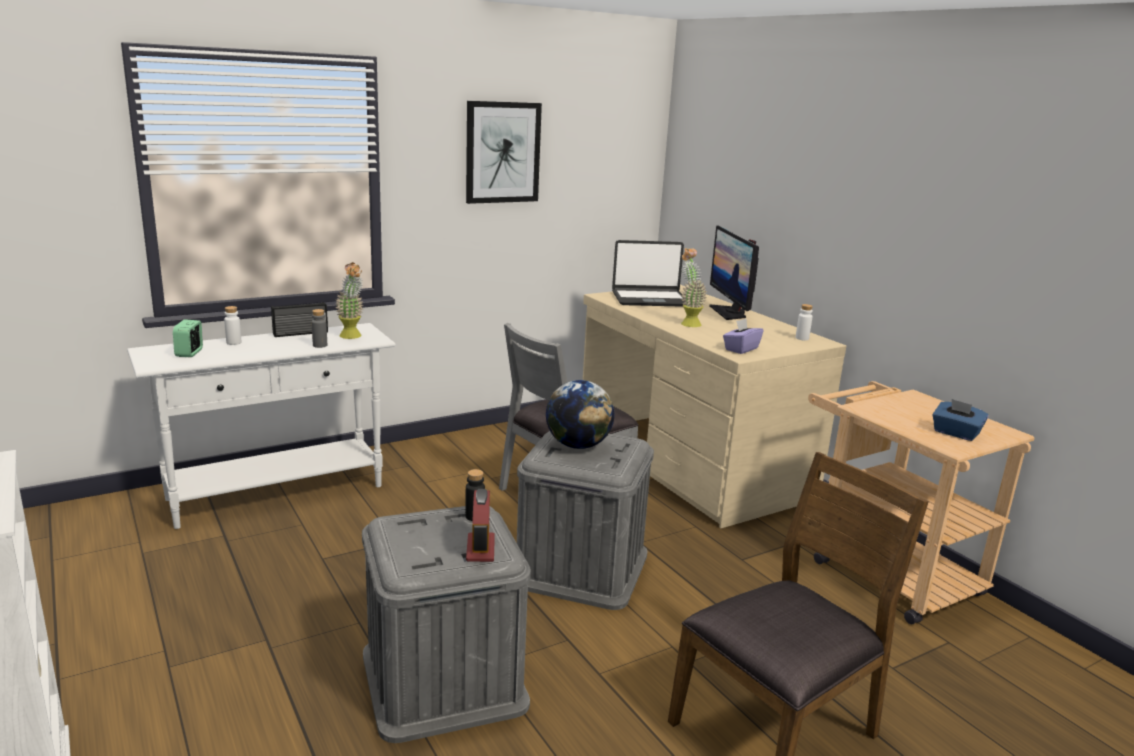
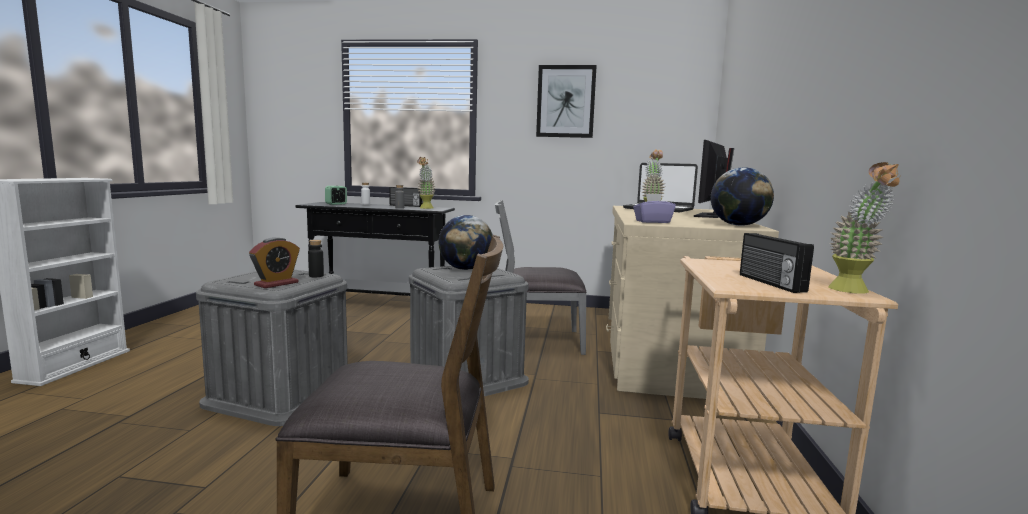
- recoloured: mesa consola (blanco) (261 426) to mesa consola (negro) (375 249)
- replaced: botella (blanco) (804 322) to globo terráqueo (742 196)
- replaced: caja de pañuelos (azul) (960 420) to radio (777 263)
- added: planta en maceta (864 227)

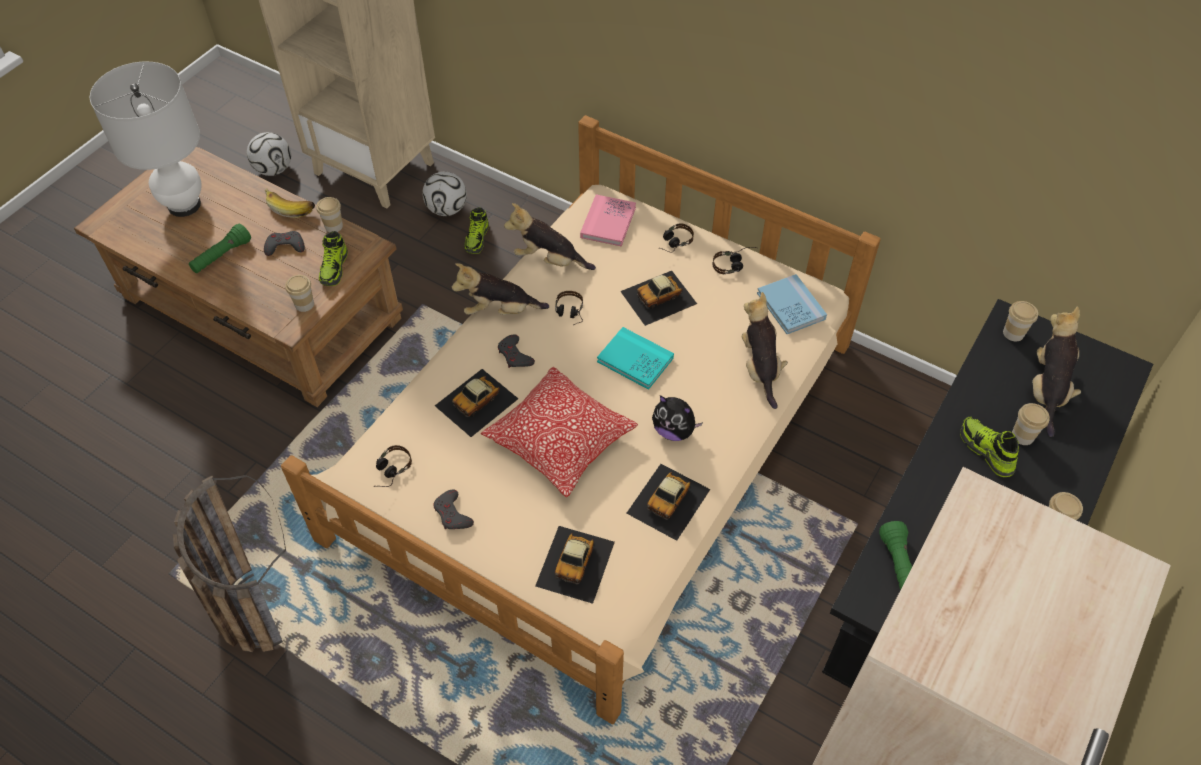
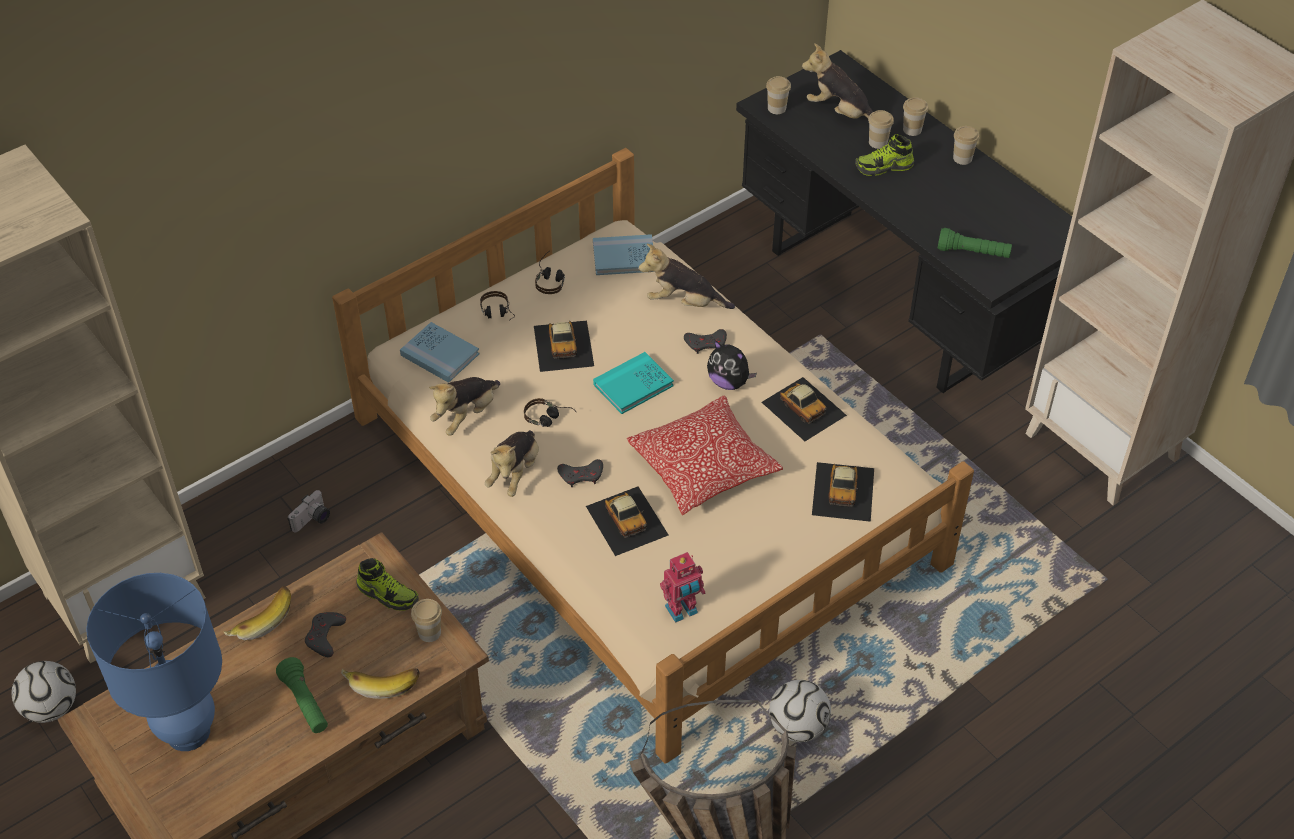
- recoloured: lámpara de mesa (blanco) (145 139) to lámpara de mesa (azul) (154 662)
- moved: taza (329 214) to (915 116)
- replaced: auriculares (392 466) to robot de juguete (682 587)
- moved: balón de fútbol (444 194) to (800 711)
- moved: mando de consola (gris) (453 509) to (705 341)
- replaced: zapato (476 230) to cámara (309 511)
- turned: coche de juguete (575 565) = (843 492) 60 degrees clockwise
- recoloured: libro (rosa) (608 220) to libro (azul) (439 352)
- turned: peluche (677 418) = (732 365) 75 degrees clockwise
- added: plátano (380 683)

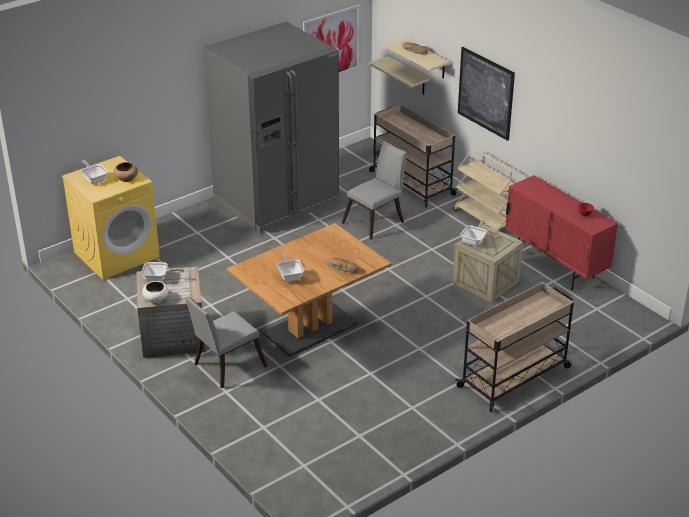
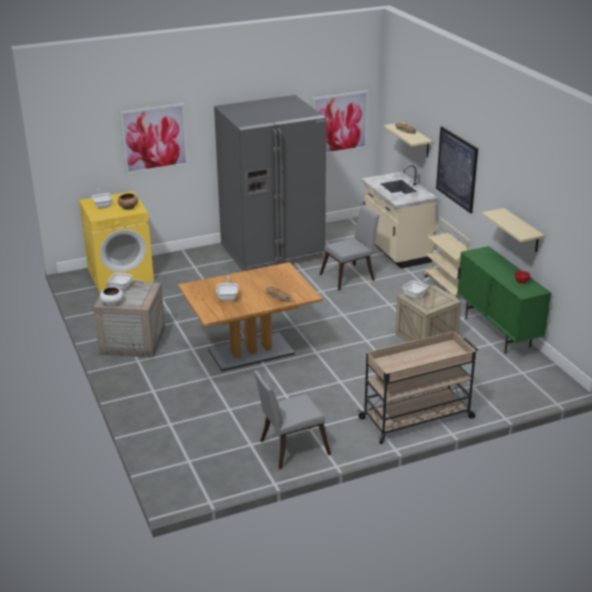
- moved: silla (gris) (226 342) to (292 419)
- moved: estante (beis) (399 75) to (513 230)
- replaced: carrito (beis) (413 155) to mueble bajo de cocina (beis) (400 217)
- recoloured: armario (rojo) (561 232) to armario (verde) (504 300)
- added: cuadro (154 139)

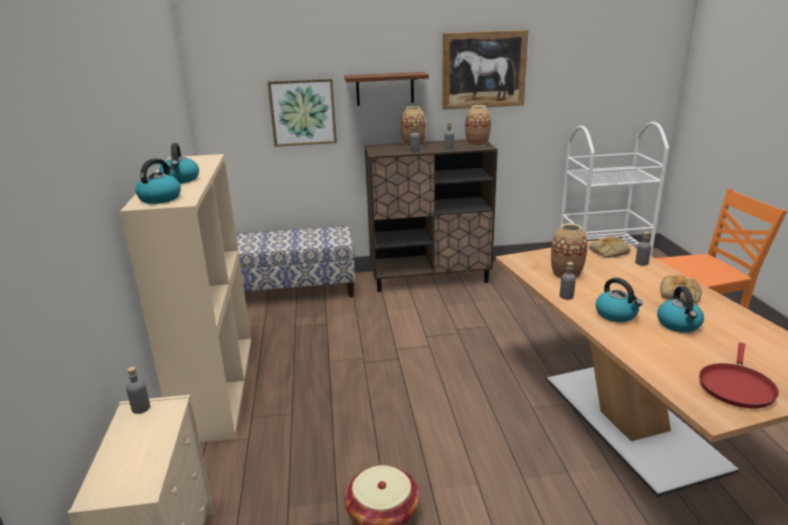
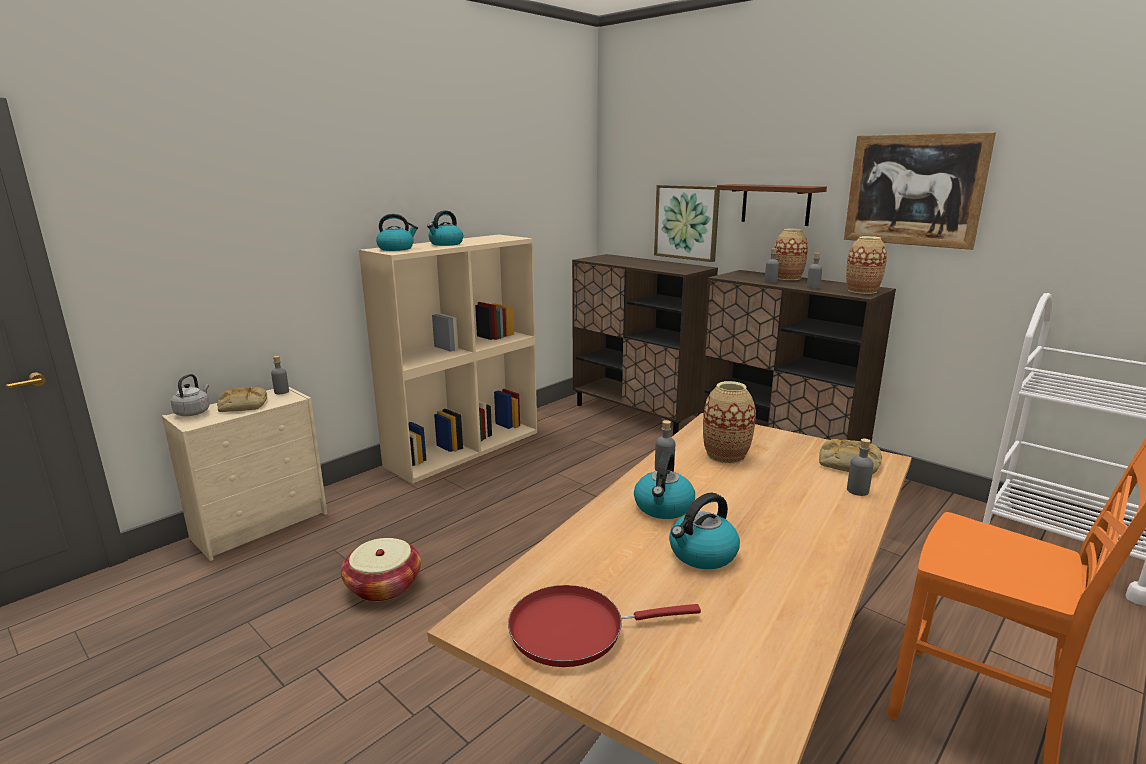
- replaced: banco (295 261) to armario (marrón) (645 344)
- moved: pan (681 289) to (242 399)
- added: hervidor (gris) (190 395)

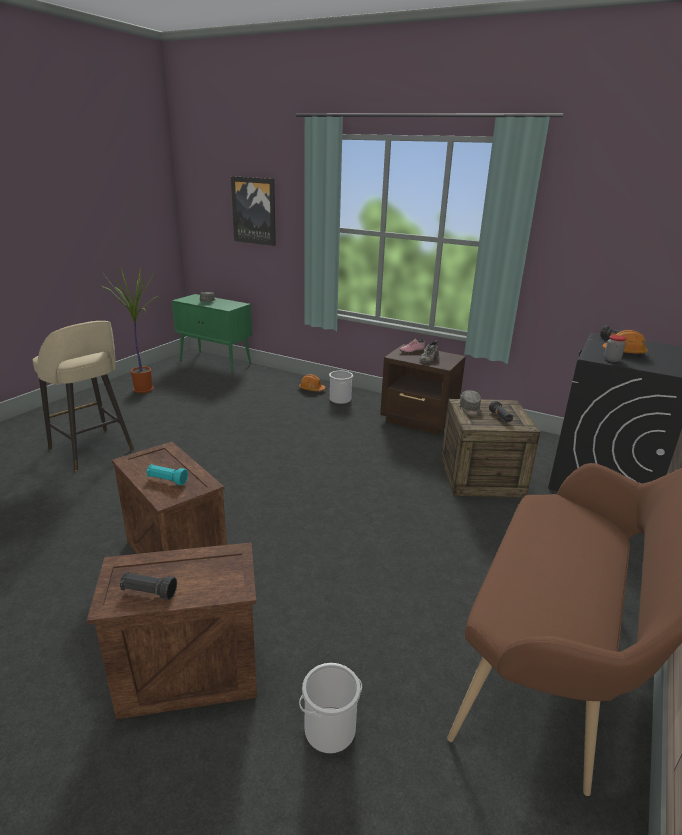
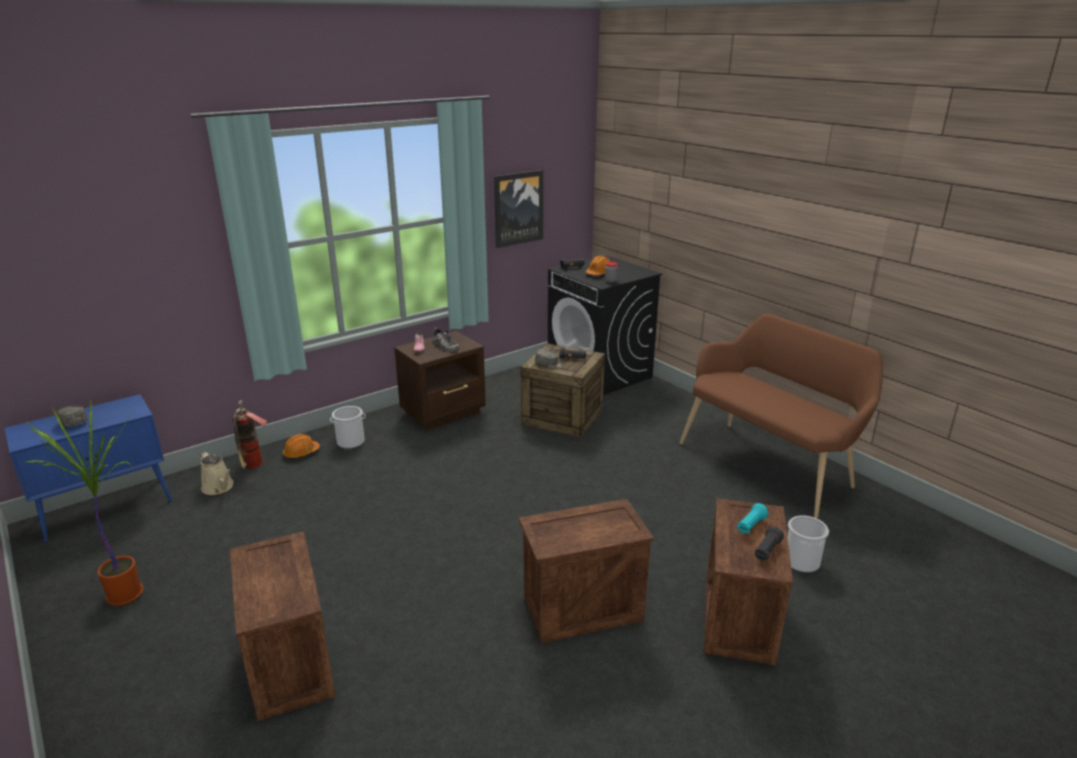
- replaced: taburete (beis) (83 396) to caja de embalaje (283 626)
- moved: linterna (turquesa) (167 475) to (752 518)
- recoloured: armario (verde) (212 333) to armario (azul) (88 468)
- moved: cuadro (253 211) to (518 209)
- added: regadera (beis) (216 473)
- added: extintor (250 434)

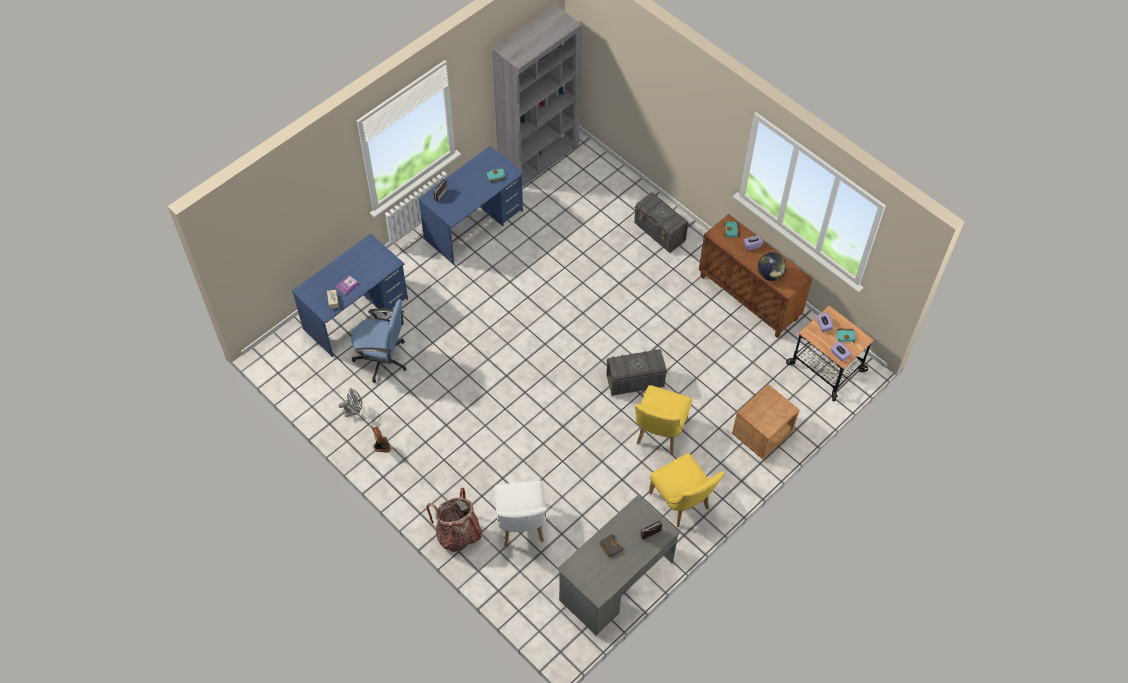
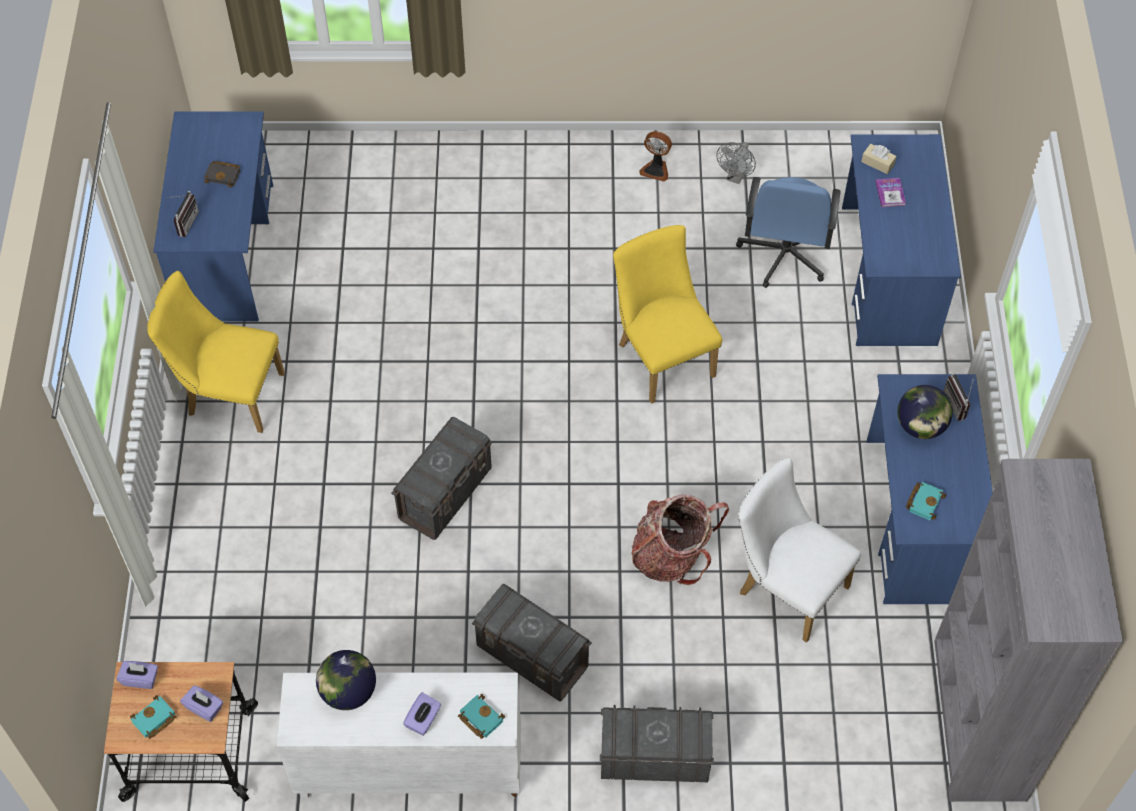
- turned: silla de oficina (azul) (379 341) = (788 232) 45 degrees counterclockwise
- moved: mochila (454 520) to (680 539)
- moved: silla (blanco) (520 514) to (799 550)
- recoloured: escritorio (gris) (618 565) to escritorio (azul) (213 217)
- moved: silla (amarillo) (663 419) to (667 314)
- recoloured: armario (marrón) (755 276) to armario (blanco) (399 735)
- removed: mesita de noche (marrón) (766 421)
- added: caja de almacenaje (gris) (532 643)
- added: globo terráqueo (925 412)

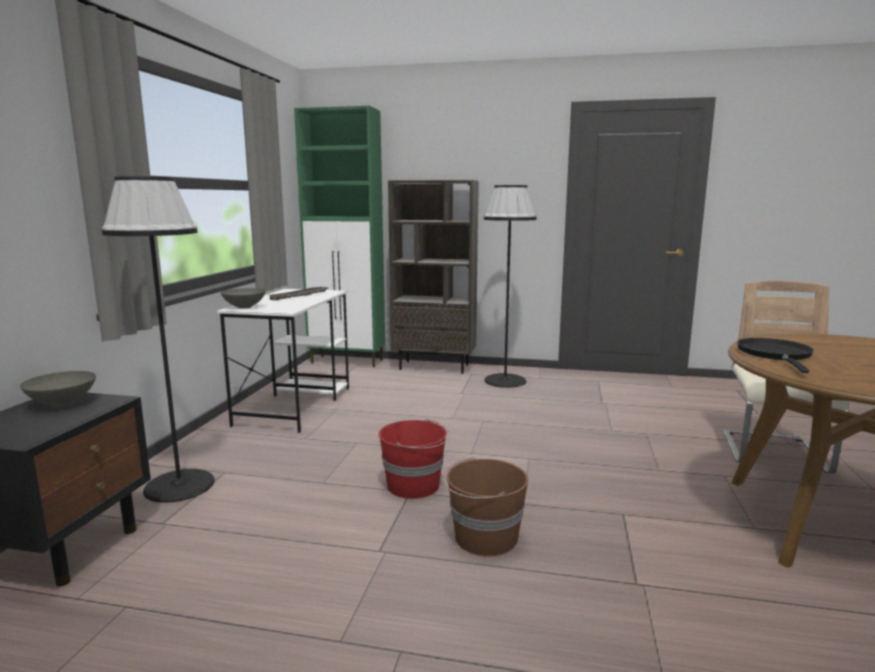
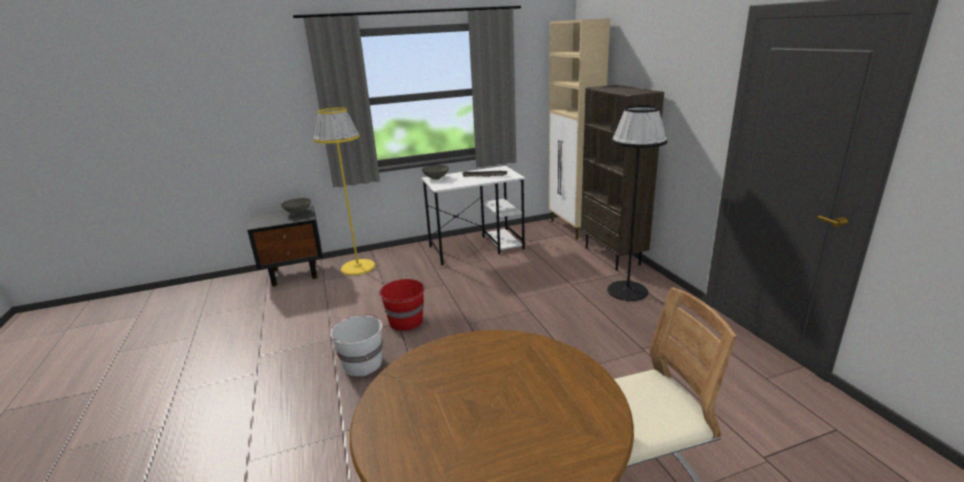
- recoloured: lámpara de pie (negro) (158 339) to lámpara de pie (amarillo) (344 191)
- recoloured: armario (verde) (339 236) to armario (beis) (579 129)
- recoloured: cubo (marrón) (485 507) to cubo (blanco) (355 345)
- removed: sartén (negro) (775 355)

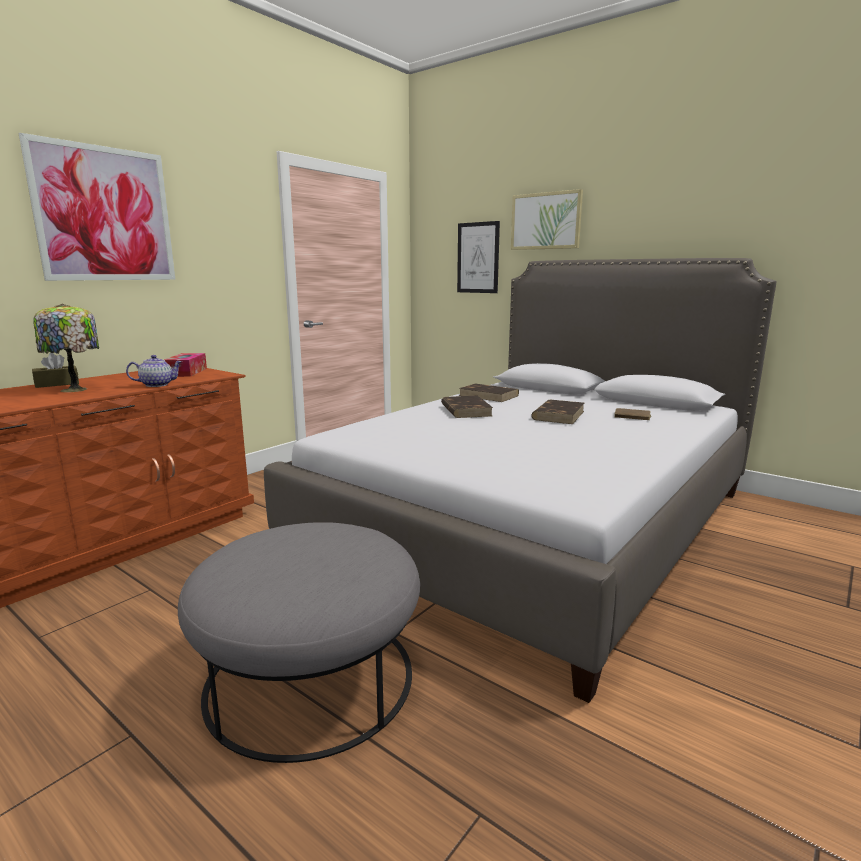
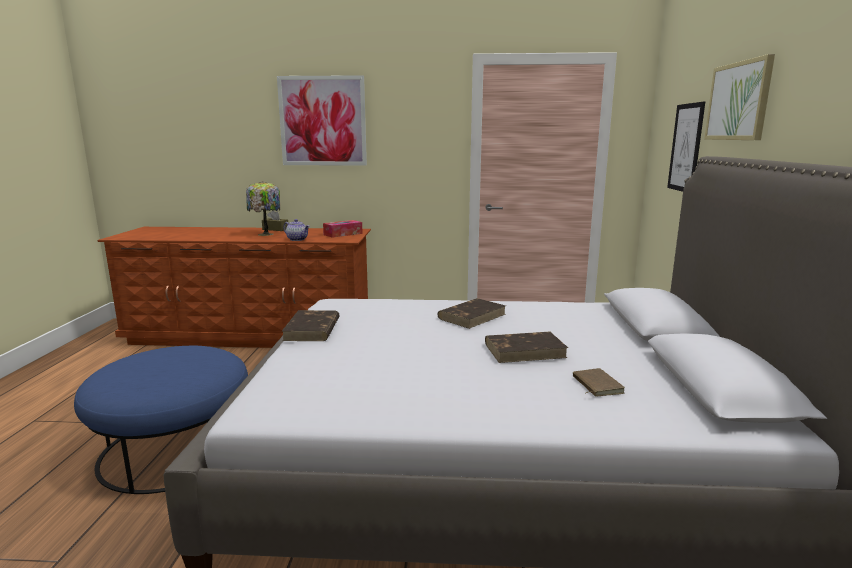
- recoloured: puf (gris) (299 642) to puf (azul) (161 420)
- moved: libro (marrón) (489 393) to (311 325)

